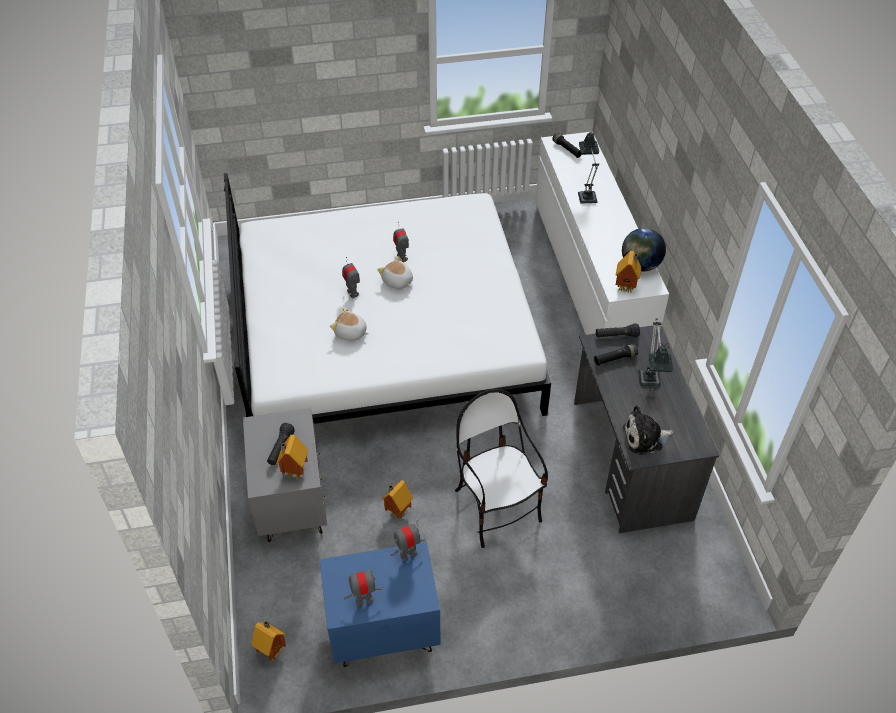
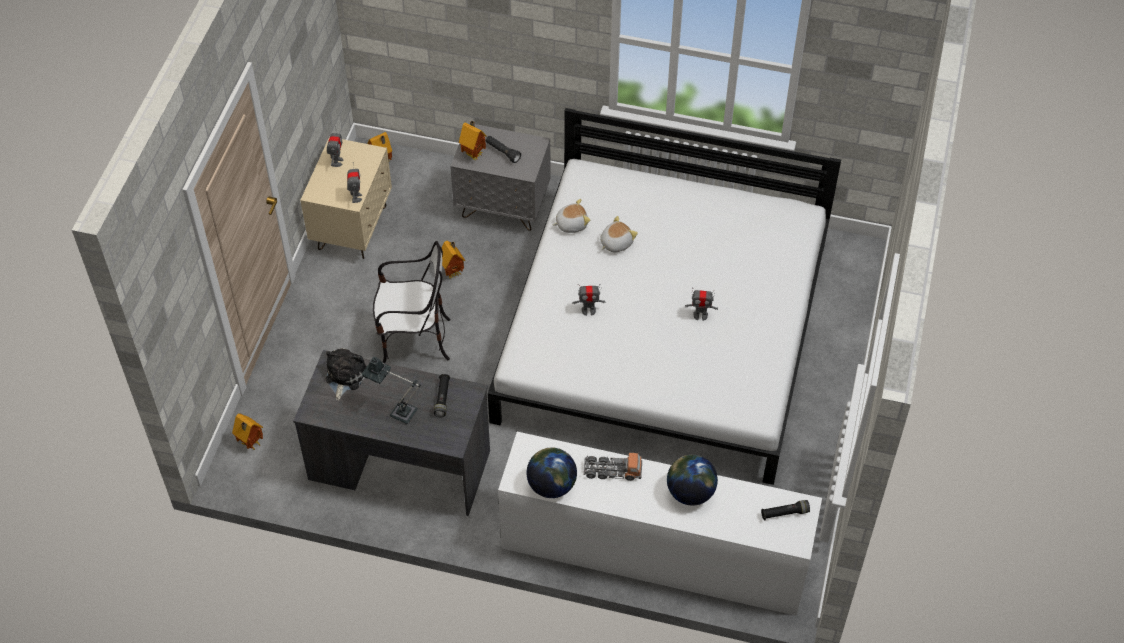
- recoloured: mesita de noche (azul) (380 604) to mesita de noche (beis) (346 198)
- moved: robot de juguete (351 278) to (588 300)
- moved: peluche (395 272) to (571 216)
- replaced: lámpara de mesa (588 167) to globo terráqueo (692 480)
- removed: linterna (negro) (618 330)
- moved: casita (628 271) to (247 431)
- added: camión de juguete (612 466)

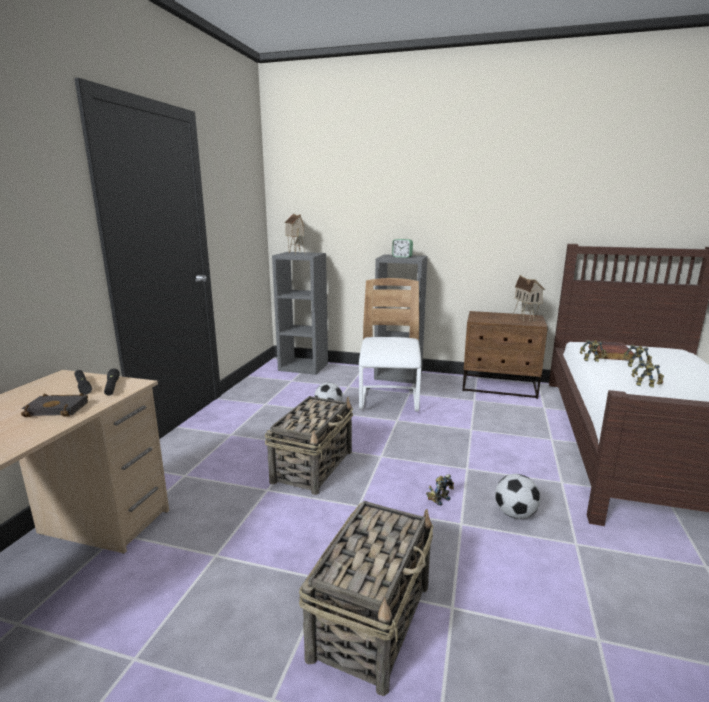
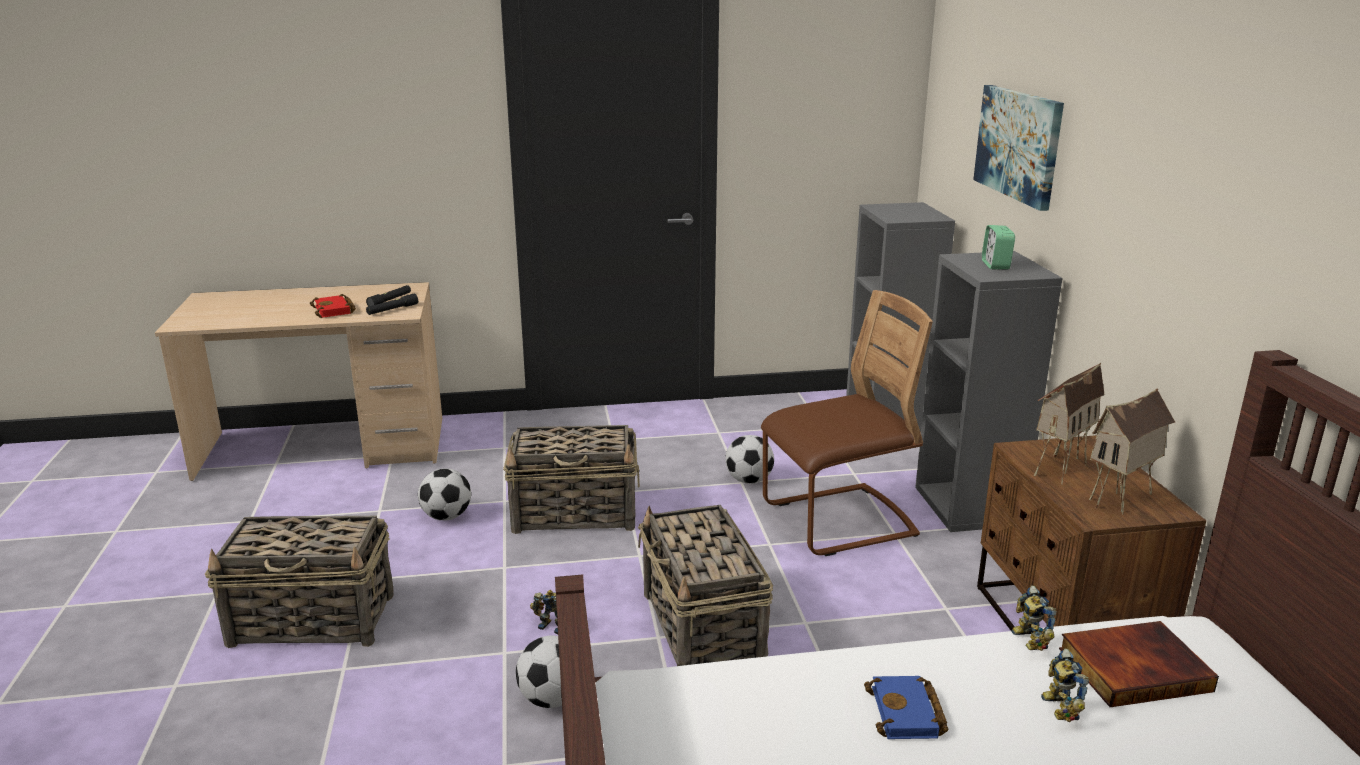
- recoloured: libro (negro) (54 405) to libro (rojo) (333 306)
- moved: casita (294 234) to (1069 424)
- recoloured: silla (blanco) (390 345) to silla (marrón) (847 423)
- replaced: robot de juguete (648 374) to libro (azul) (906 707)
- added: balón de fútbol (444 494)
- added: cesta (705 585)
- added: cuadro (1018 148)

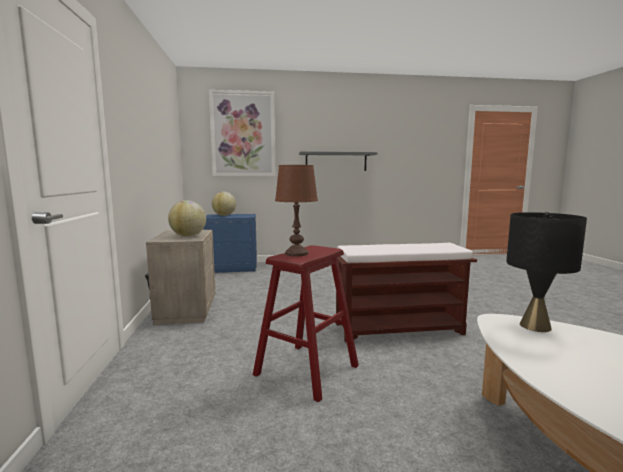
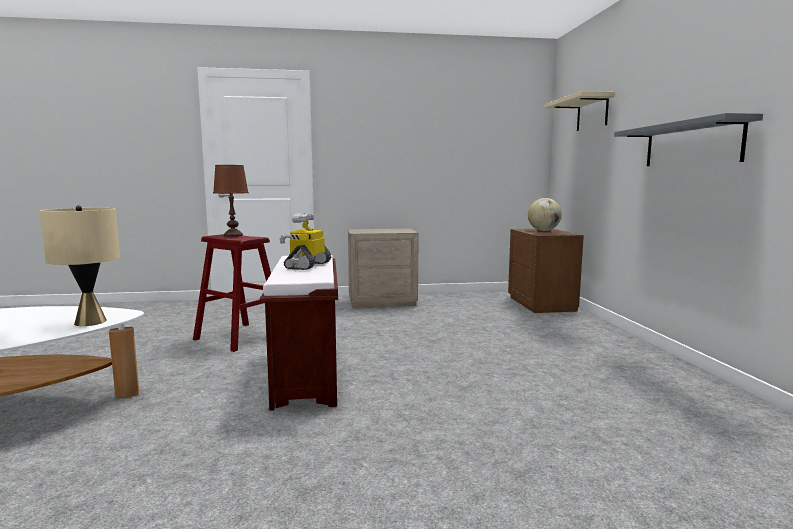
- removed: globo terráqueo (187 218)
- recoloured: mesita de noche (azul) (230 243) to mesita de noche (marrón) (546 271)
- replaced: cuadro (242 133) to estante (beis) (579 111)
- recoloured: lámpara de mesa (negro) (546 272) to lámpara de mesa (beis) (80 265)
- added: robot de juguete (305 241)

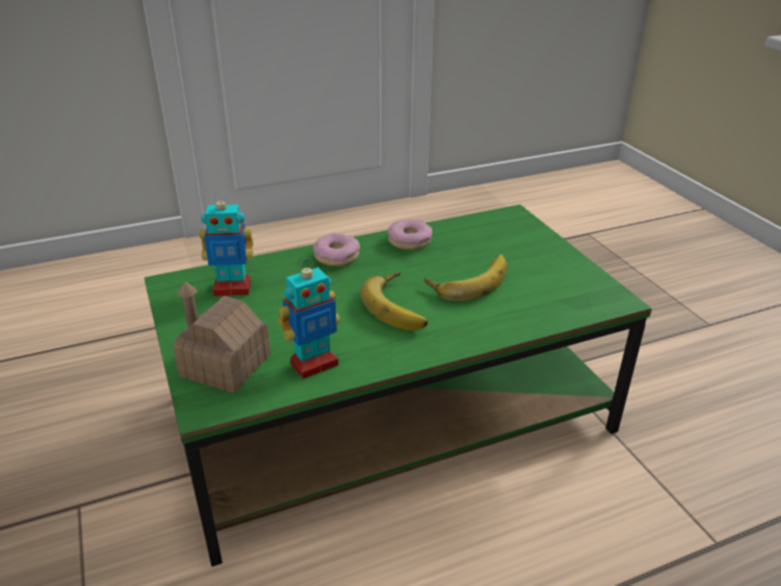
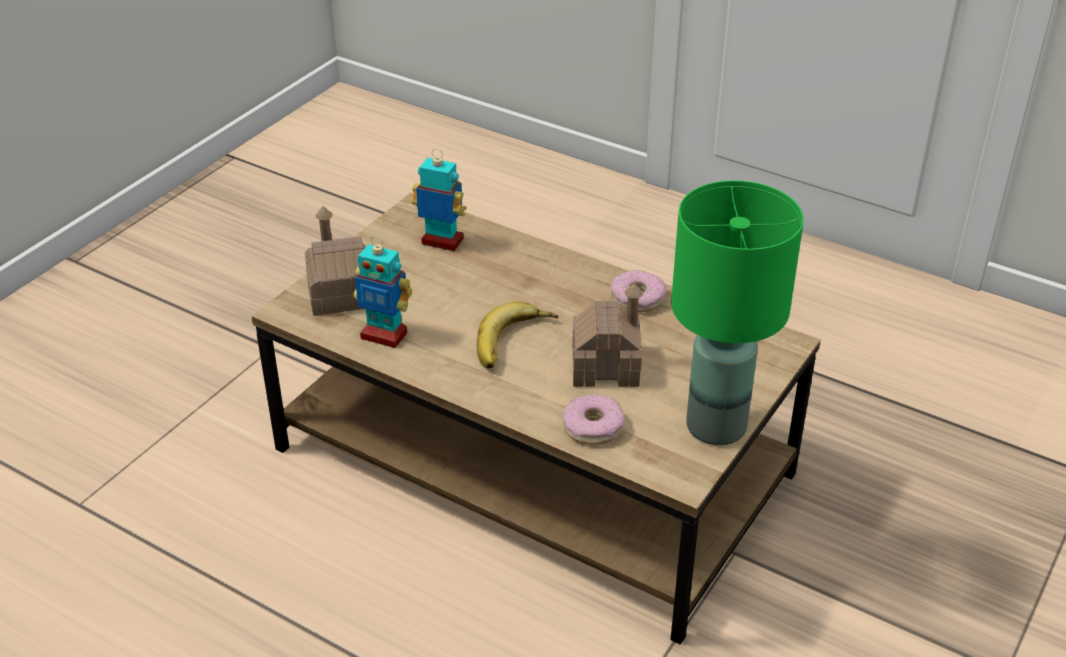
- recoloured: mesa de centro (verde) (398 386) to mesa de centro (marrón) (536 419)
- turned: robot de juguete (226 244) = (439 200) 150 degrees clockwise
- moved: rosquilla (336 250) to (593 420)
- replaced: plátano (465 278) to casita (607 335)
- added: lámpara de mesa (verde) (737 312)

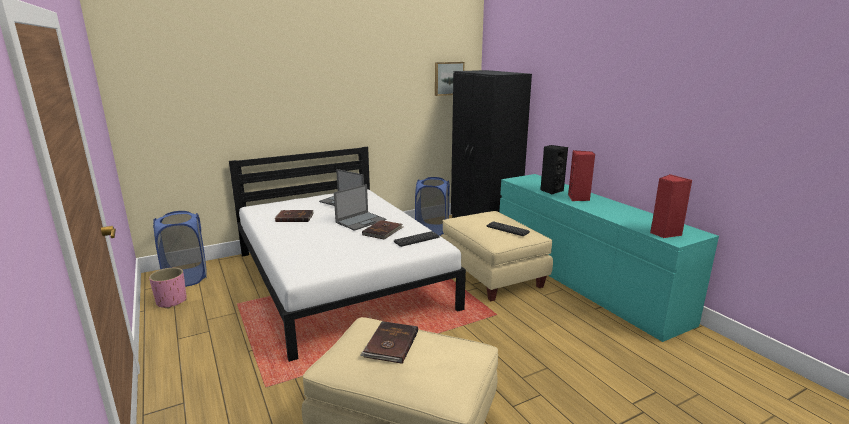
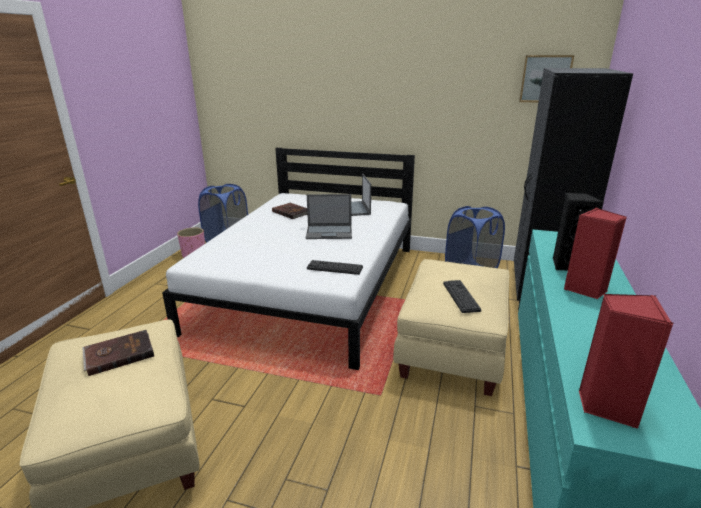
- removed: libro (marrón) (382 230)

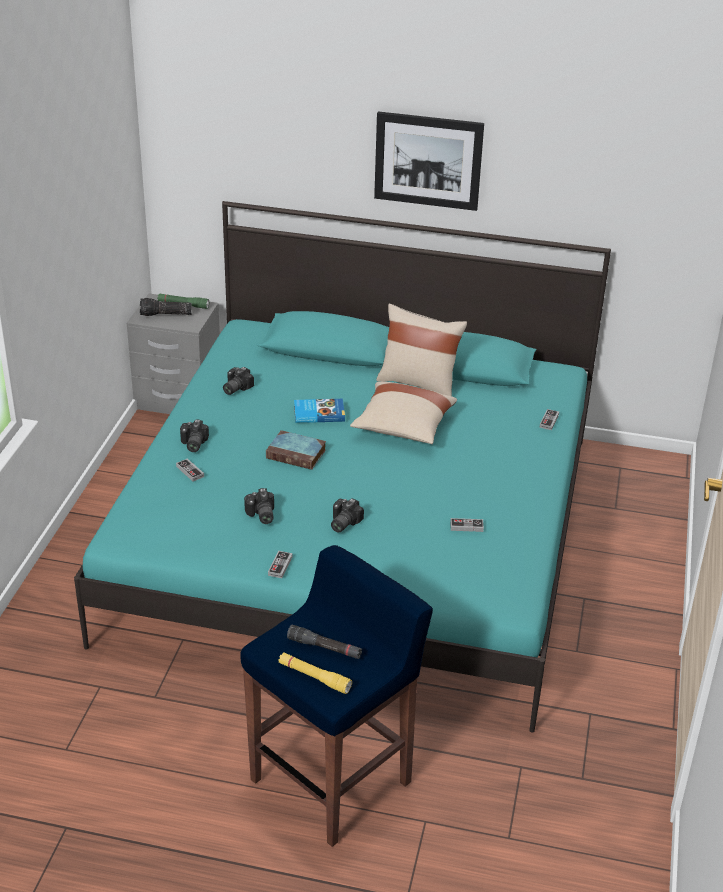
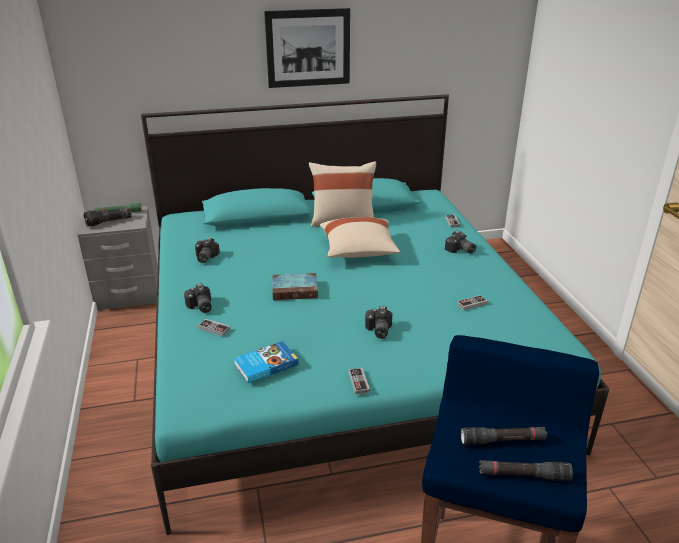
- moved: cámara (259 506) to (460 242)
- recoloured: linterna (amarillo) (315 673) to linterna (negro) (526 470)
- moved: libro (319 411) to (266 362)

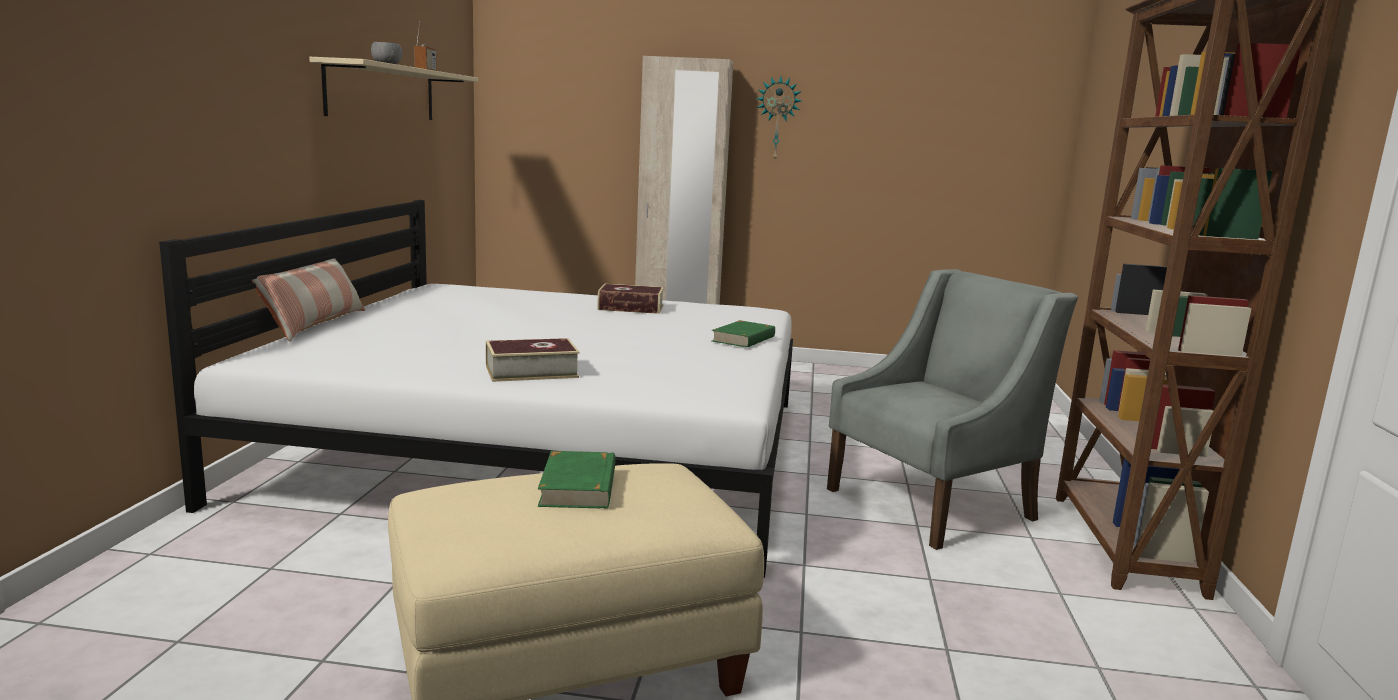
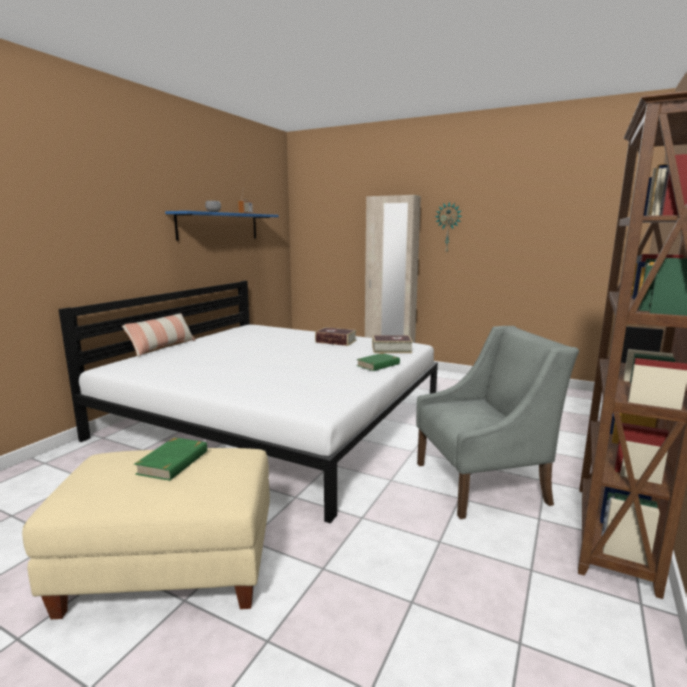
- recoloured: estante (beis) (393 88) to estante (azul) (221 226)
- moved: libro (532 360) to (392 344)

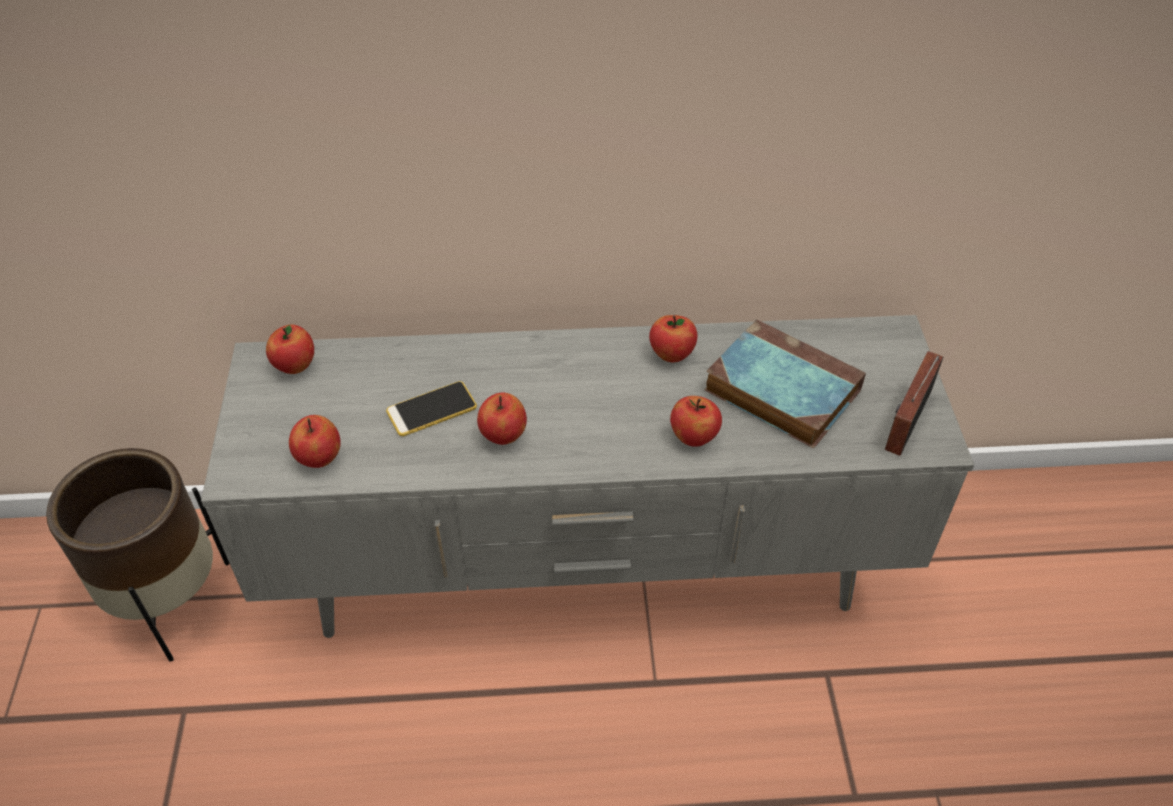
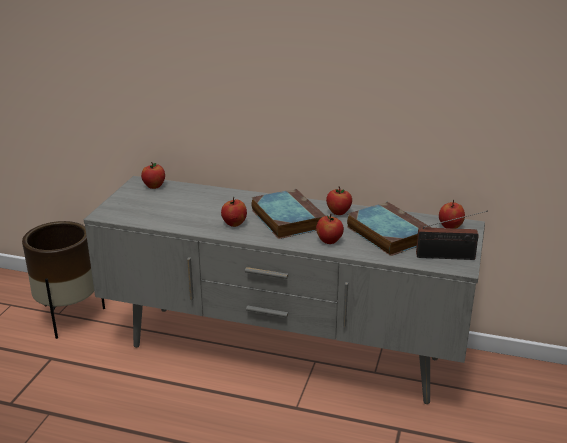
- moved: manzana (315 441) to (452 214)
- removed: móvil (431 408)
- turned: radio (914 403) = (452 235) 135 degrees counterclockwise
- added: libro (288 214)

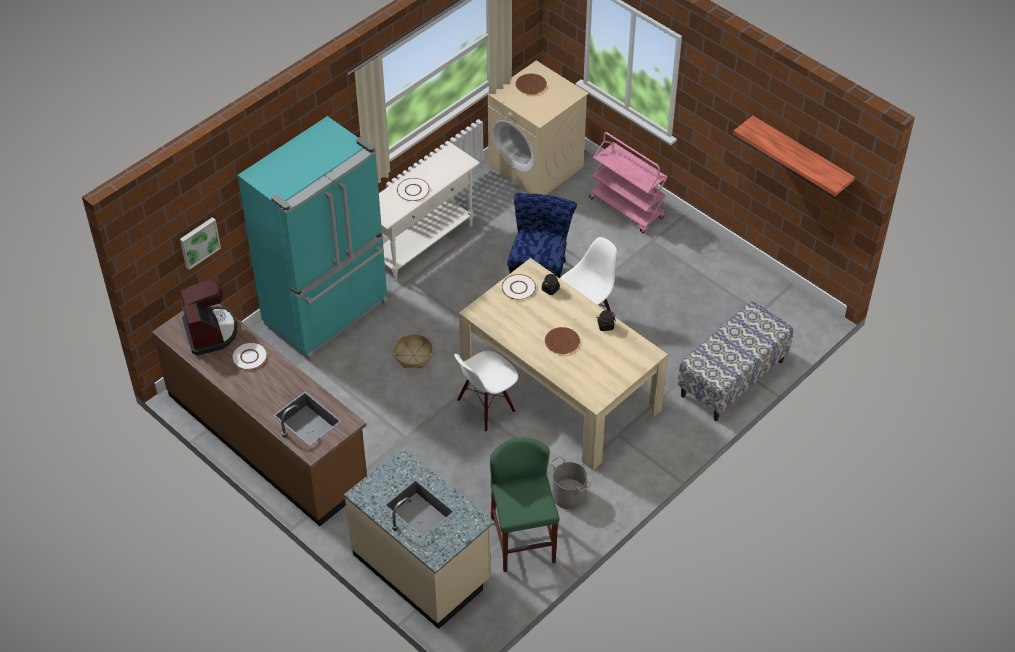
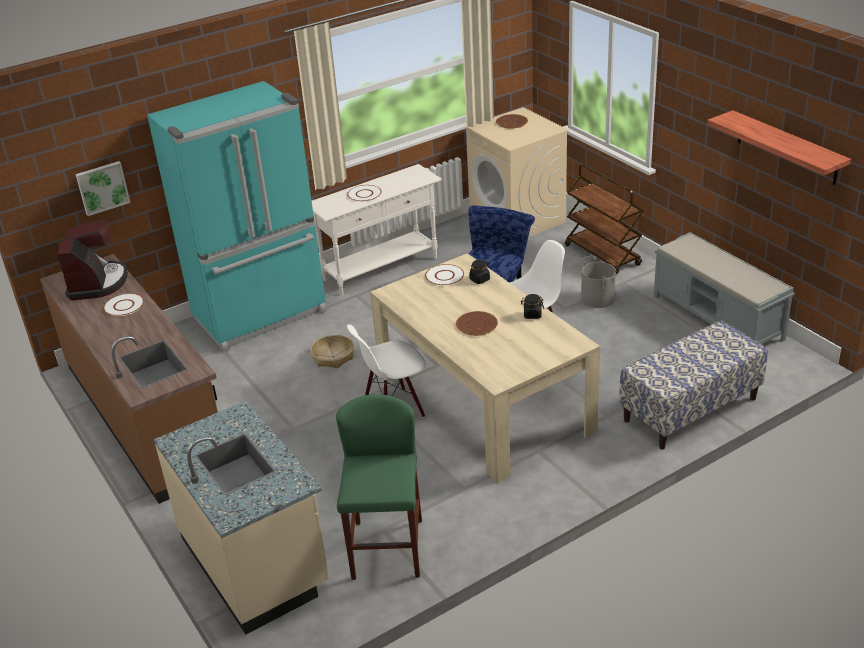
- moved: cubo (gris) (570 483) to (599 282)
- recoloured: carrito (rosa) (628 182) to carrito (marrón) (604 219)
- added: banco (gris) (724 288)

